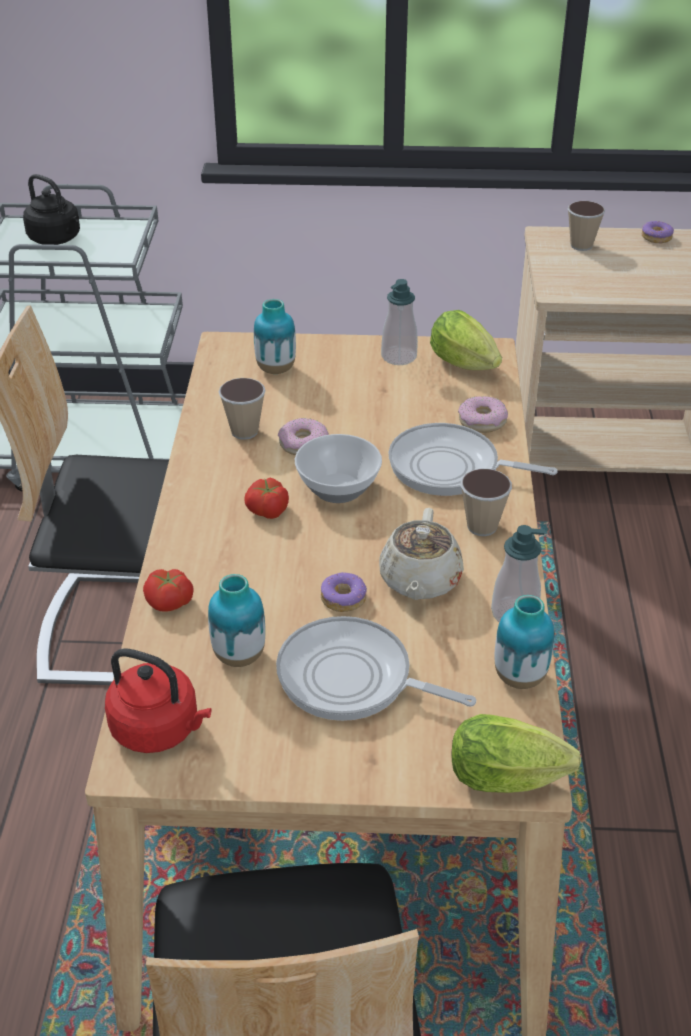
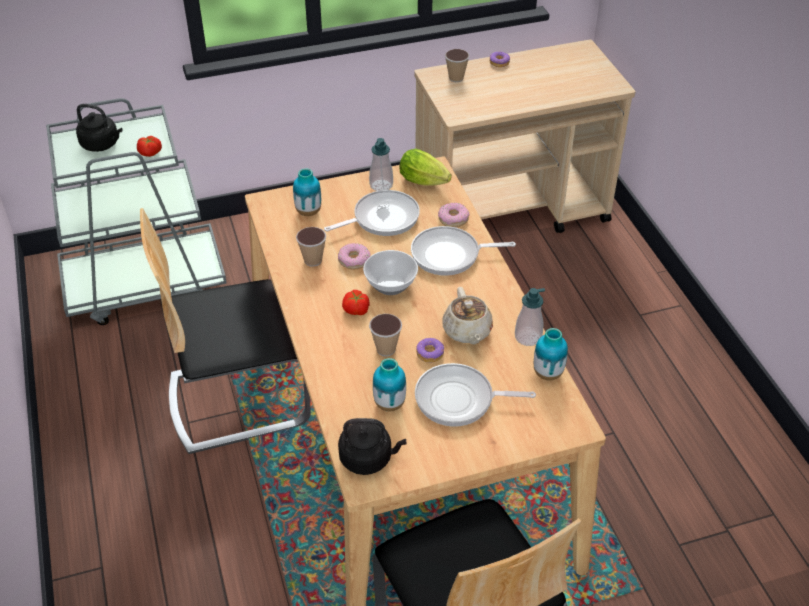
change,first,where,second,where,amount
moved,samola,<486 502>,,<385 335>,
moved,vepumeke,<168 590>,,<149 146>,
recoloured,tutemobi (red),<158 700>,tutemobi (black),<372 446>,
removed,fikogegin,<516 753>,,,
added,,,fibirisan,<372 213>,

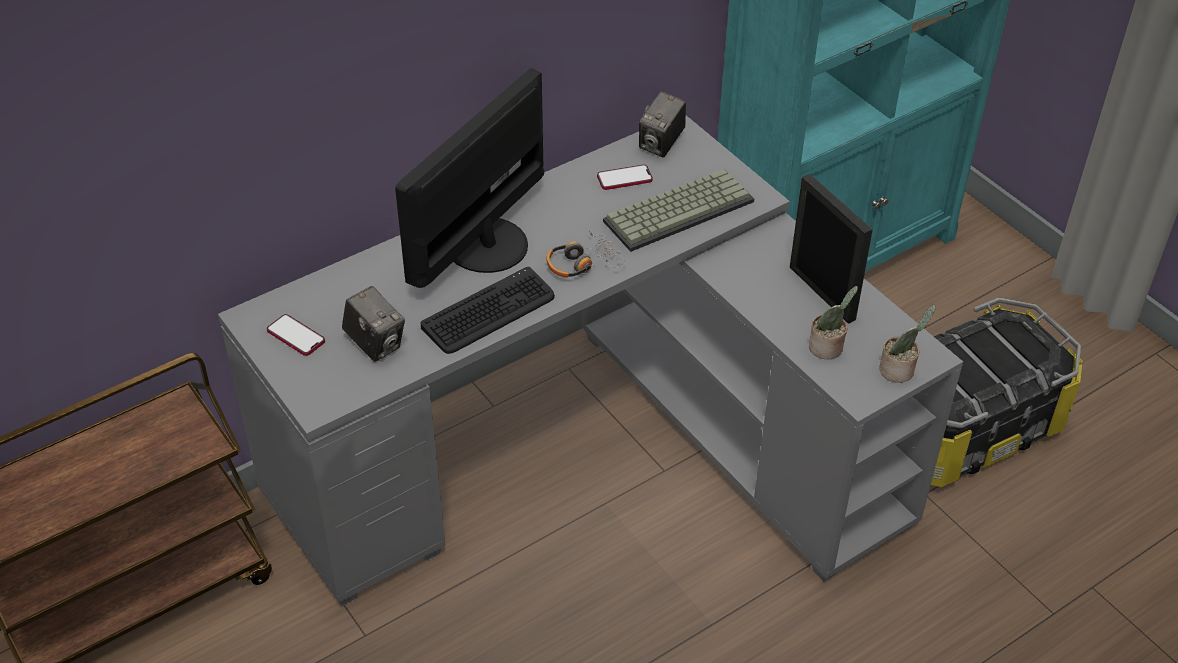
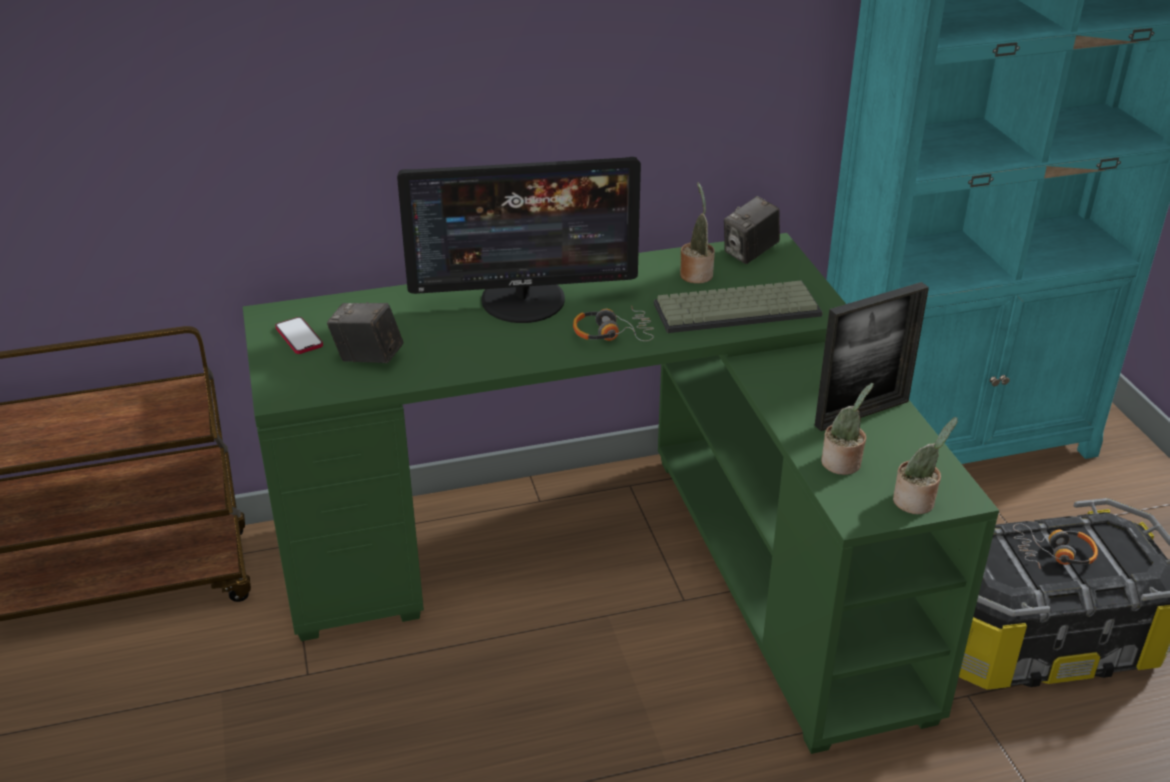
change,first,where,second,where,amount
turned,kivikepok,<469 178>,,<519 240>,150 degrees counterclockwise
recoloured,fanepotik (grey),<590 360>,fanepotik (green),<621 493>,
replaced,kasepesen,<625 177>,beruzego,<697 233>,
turned,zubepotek,<831 249>,,<871 356>,75 degrees clockwise
removed,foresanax,<488 310>,,,
turned,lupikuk,<373 324>,,<365 333>,135 degrees clockwise
added,,,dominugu,<1055 546>,

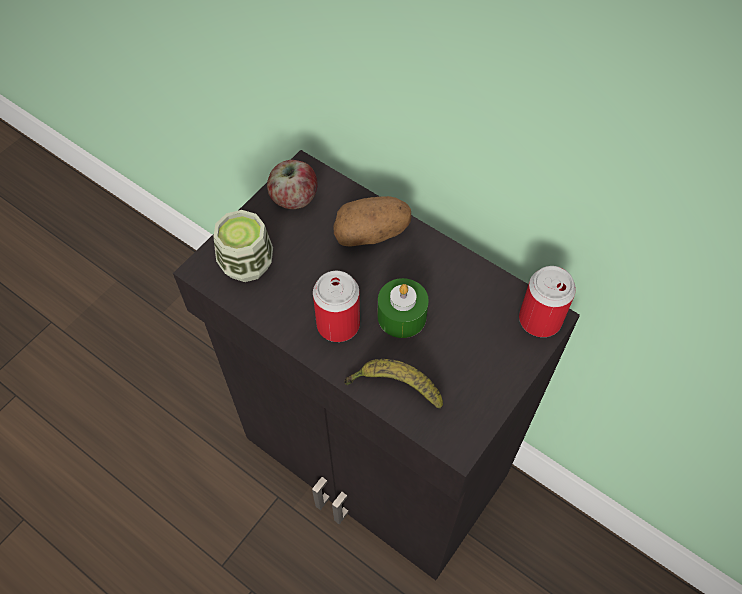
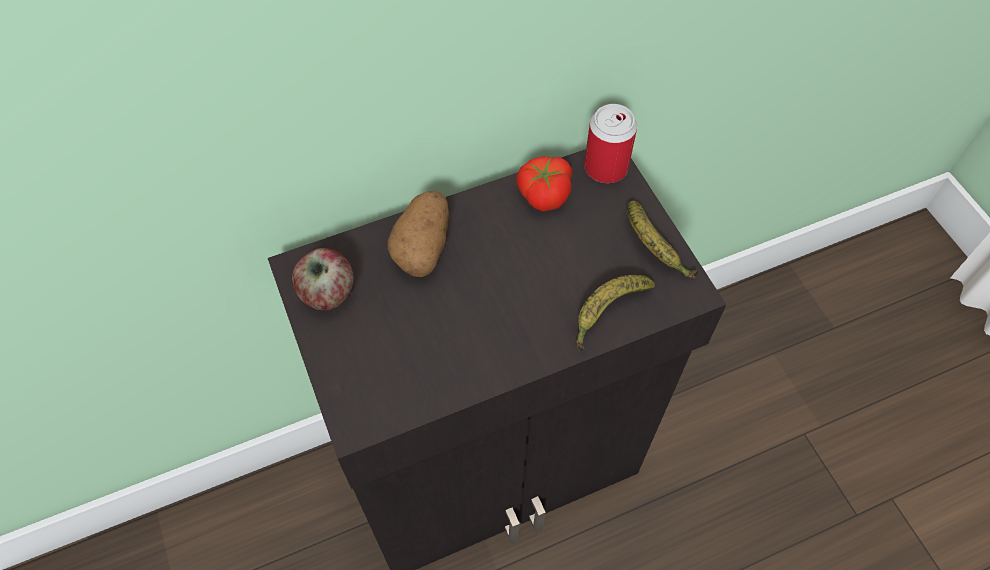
change,first,where,second,where,amount
removed,samola,<243 246>,,,
removed,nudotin,<336 306>,,,
removed,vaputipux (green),<403 308>,,,
added,,,vepumeke,<544 184>,
added,,,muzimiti,<662 239>,

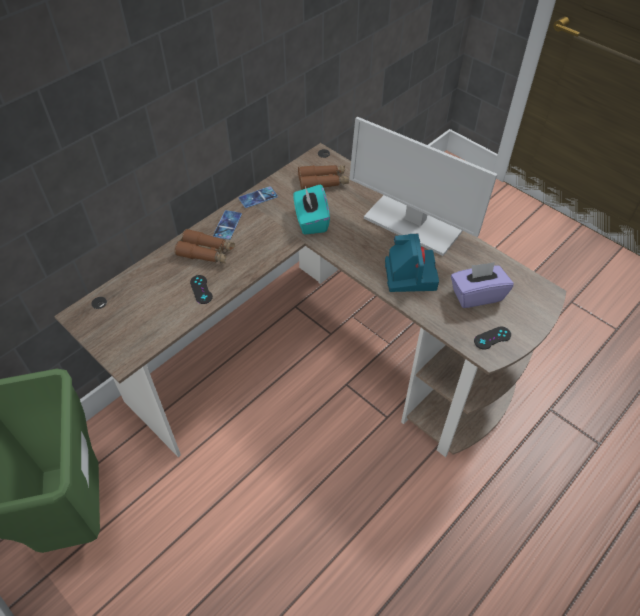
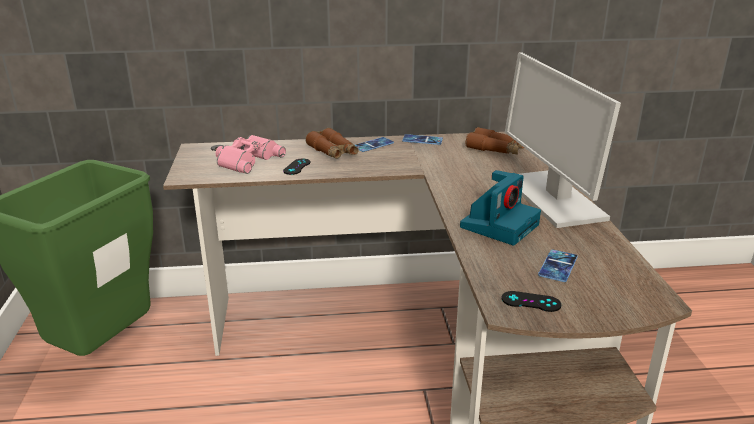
change,first,where,second,where,amount
removed,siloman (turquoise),<312 209>,,,
replaced,siloman (purple),<482 285>,kasepesen,<558 265>,
added,,,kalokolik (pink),<250 154>,

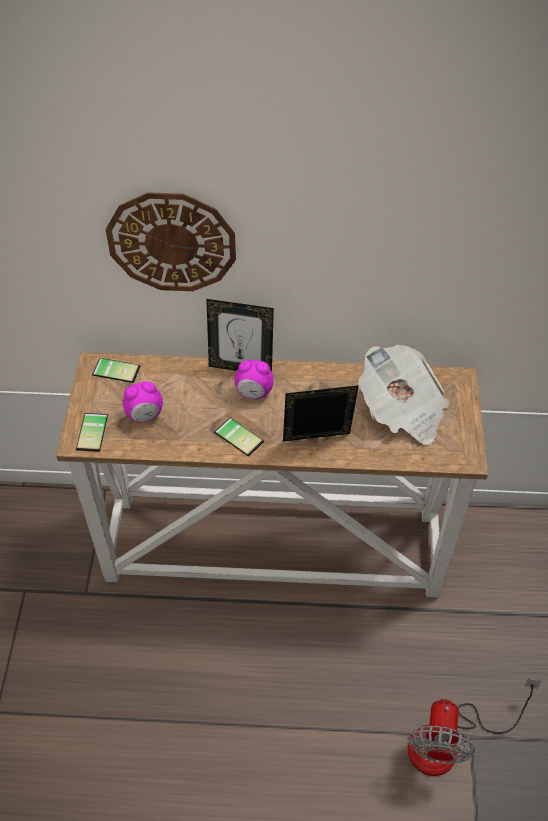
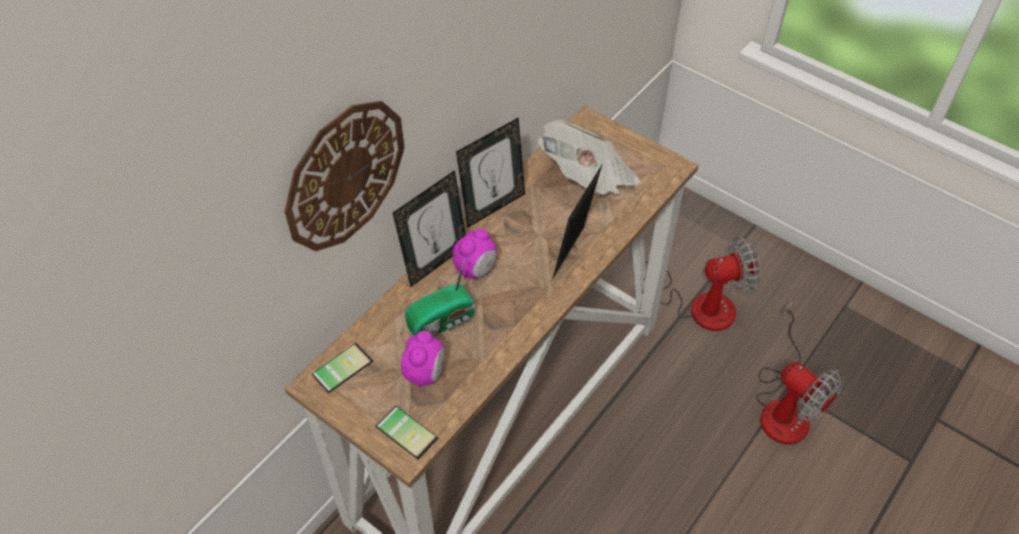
change,first,where,second,where,amount
removed,kasepesen,<239 437>,,,
added,,,zubepotek,<490 172>,
added,,,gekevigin,<695 284>,
added,,,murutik,<440 297>,

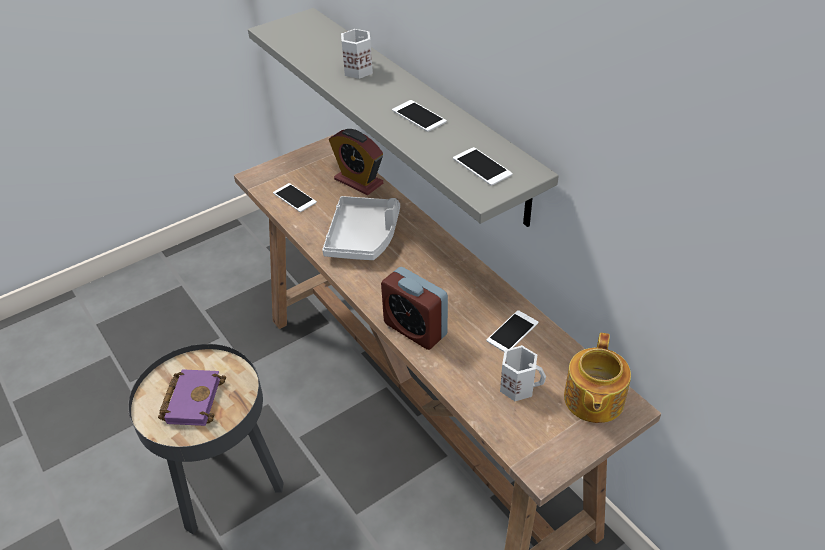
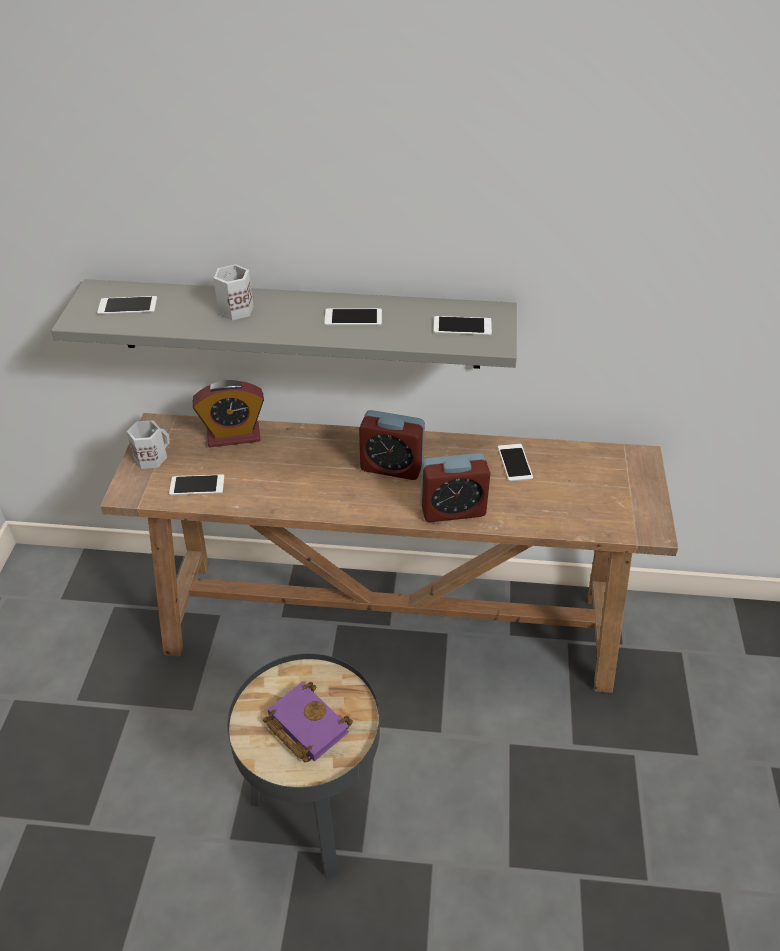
change,first,where,second,where,amount
removed,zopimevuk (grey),<361 228>,,,
removed,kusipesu,<597 378>,,,
moved,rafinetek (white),<523 373>,,<148 444>,
added,,,kasepesen,<127 305>,
added,,,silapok,<392 445>,

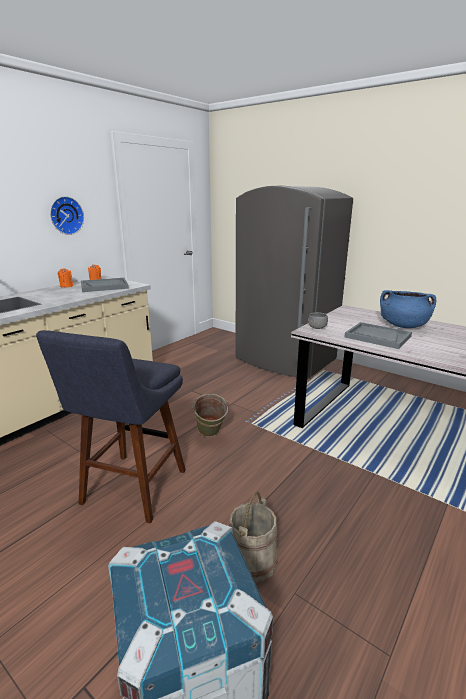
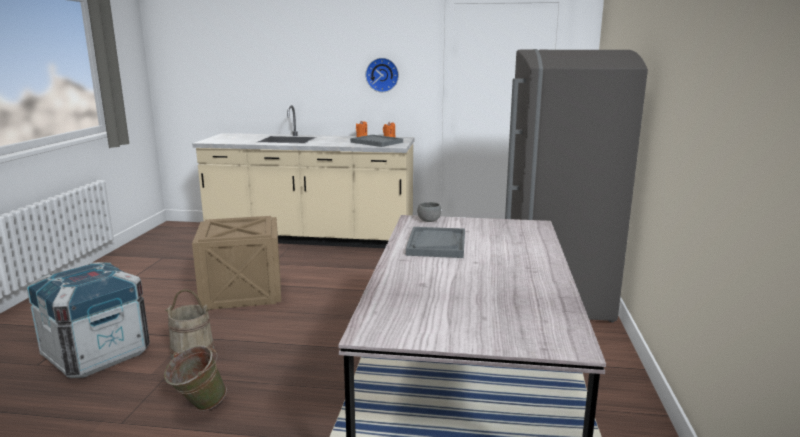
change,first,where,second,where,amount
removed,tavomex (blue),<408 309>,,,
replaced,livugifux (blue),<111 427>,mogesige,<236 263>,
moved,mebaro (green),<210 415>,,<195 378>,

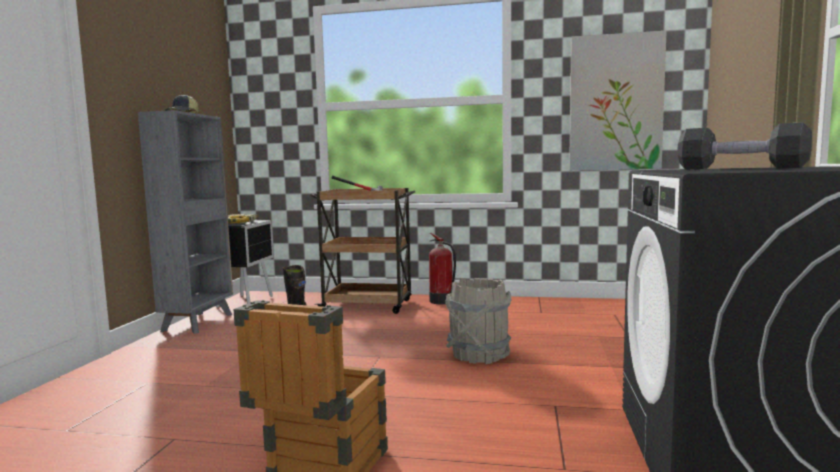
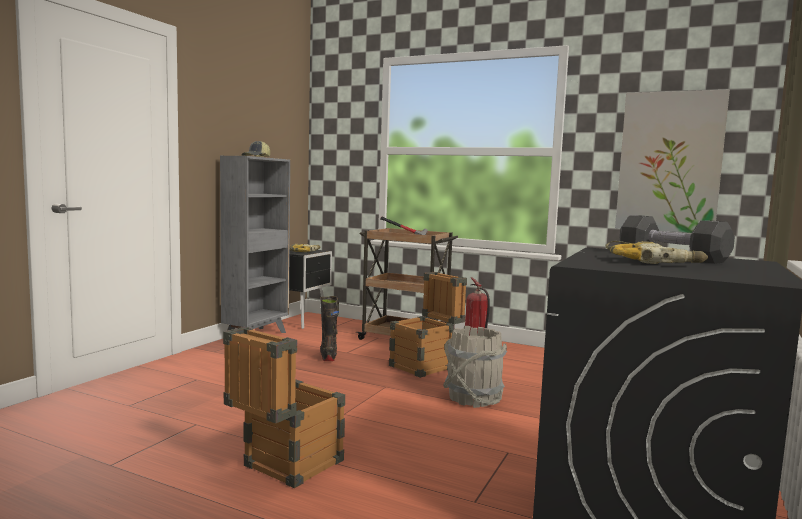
change,first,where,second,where,amount
added,,,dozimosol,<656 252>,
added,,,mogesige,<428 325>,

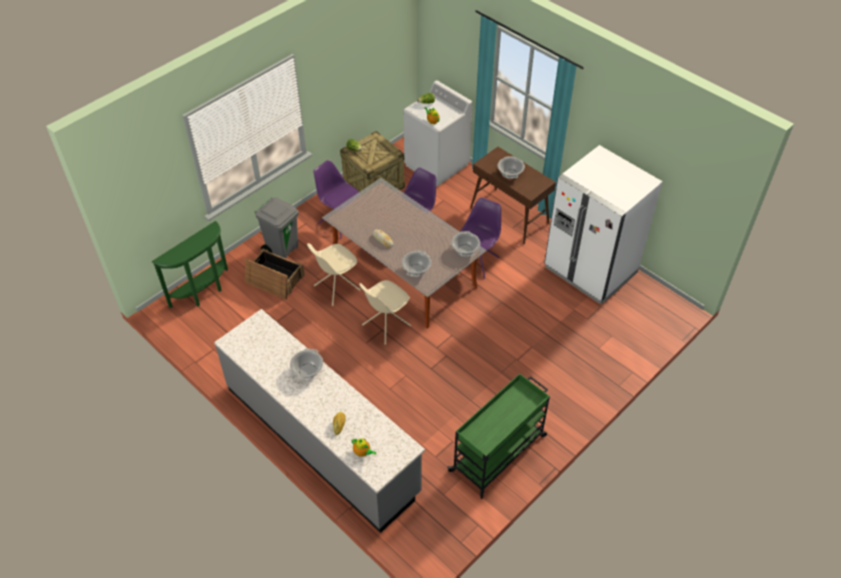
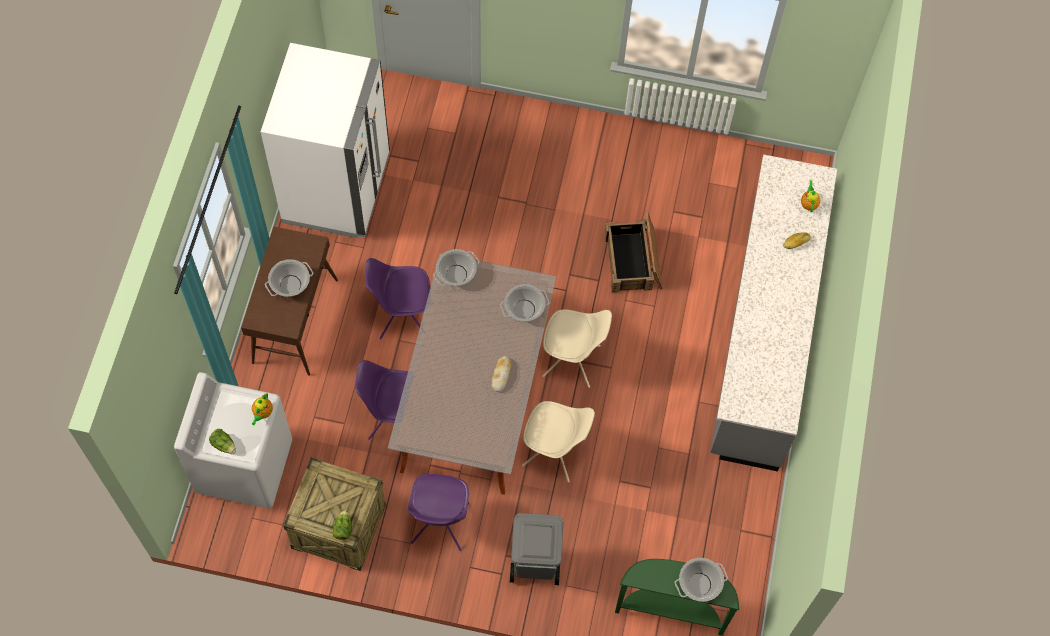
change,first,where,second,where,amount
moved,mogesige,<275 274>,,<633 252>,
moved,tavomex,<306 364>,,<701 580>,
removed,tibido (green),<498 436>,,,

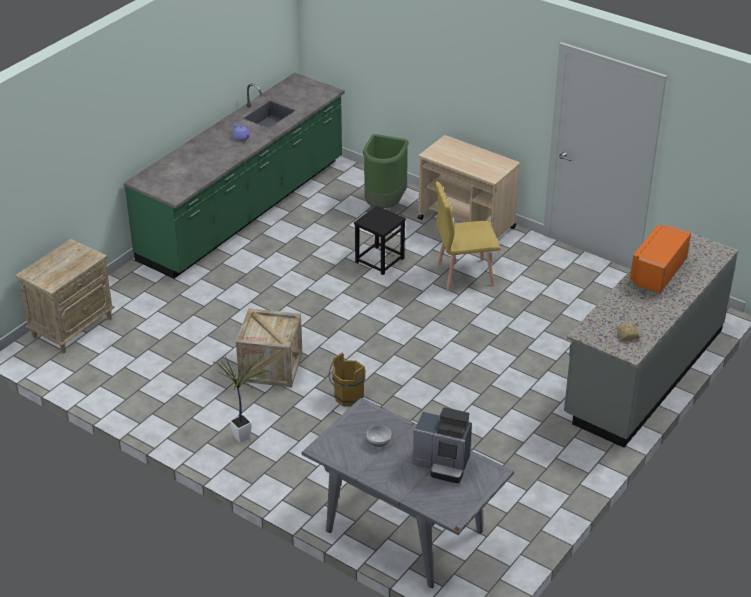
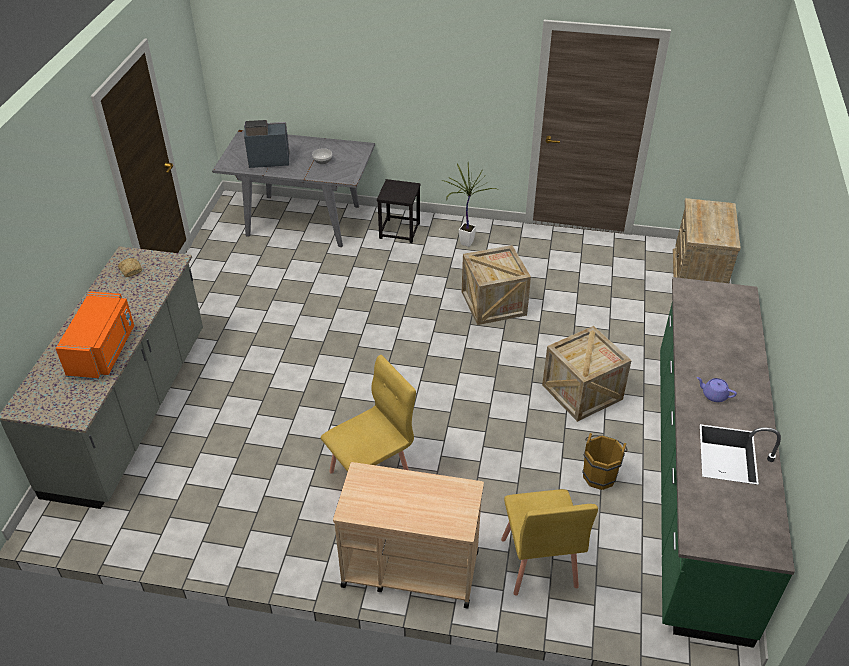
change,first,where,second,where,amount
replaced,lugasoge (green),<386 171>,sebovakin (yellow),<549 542>,
moved,livugifux (black),<380 240>,,<399 211>,
moved,mebaro (brown),<347 380>,,<604 461>,
added,,,mogesige,<587 374>,

